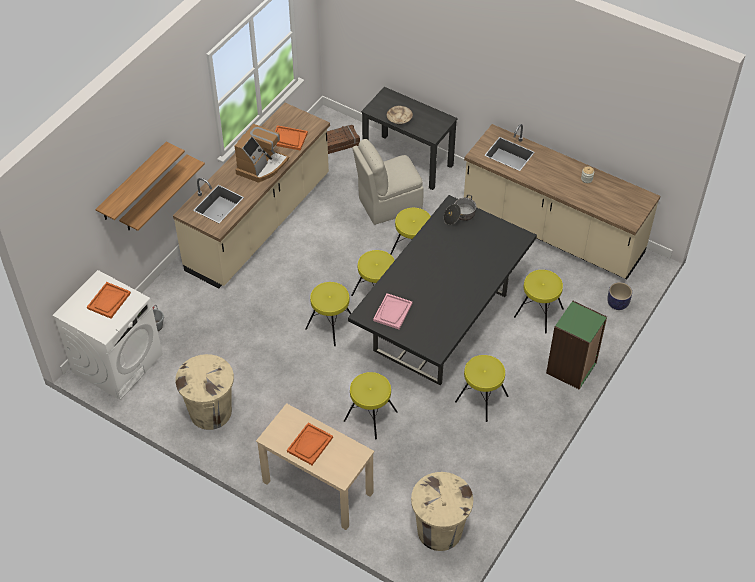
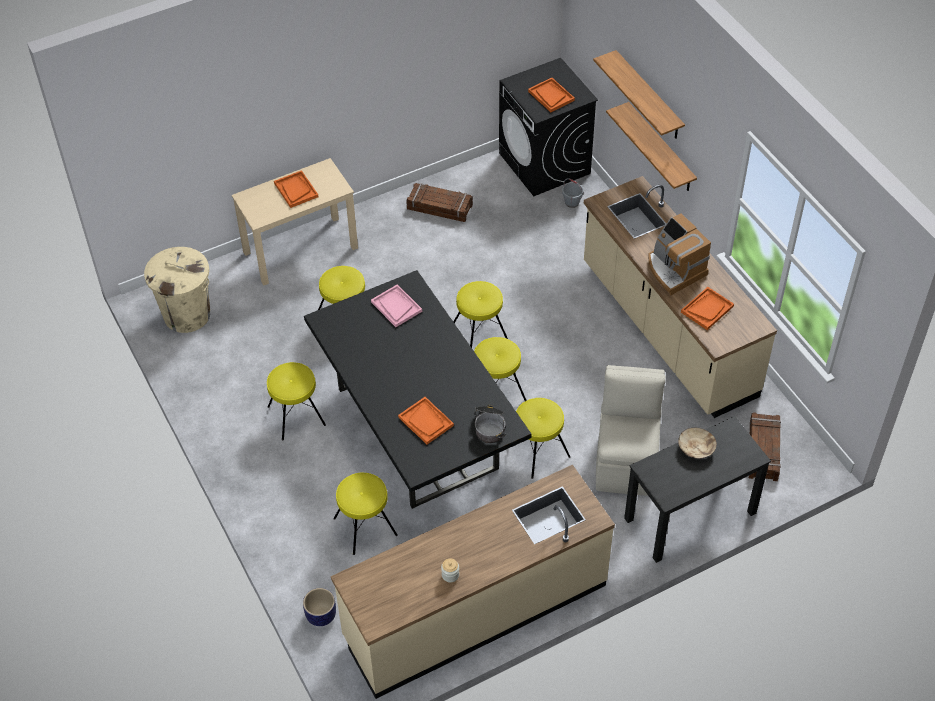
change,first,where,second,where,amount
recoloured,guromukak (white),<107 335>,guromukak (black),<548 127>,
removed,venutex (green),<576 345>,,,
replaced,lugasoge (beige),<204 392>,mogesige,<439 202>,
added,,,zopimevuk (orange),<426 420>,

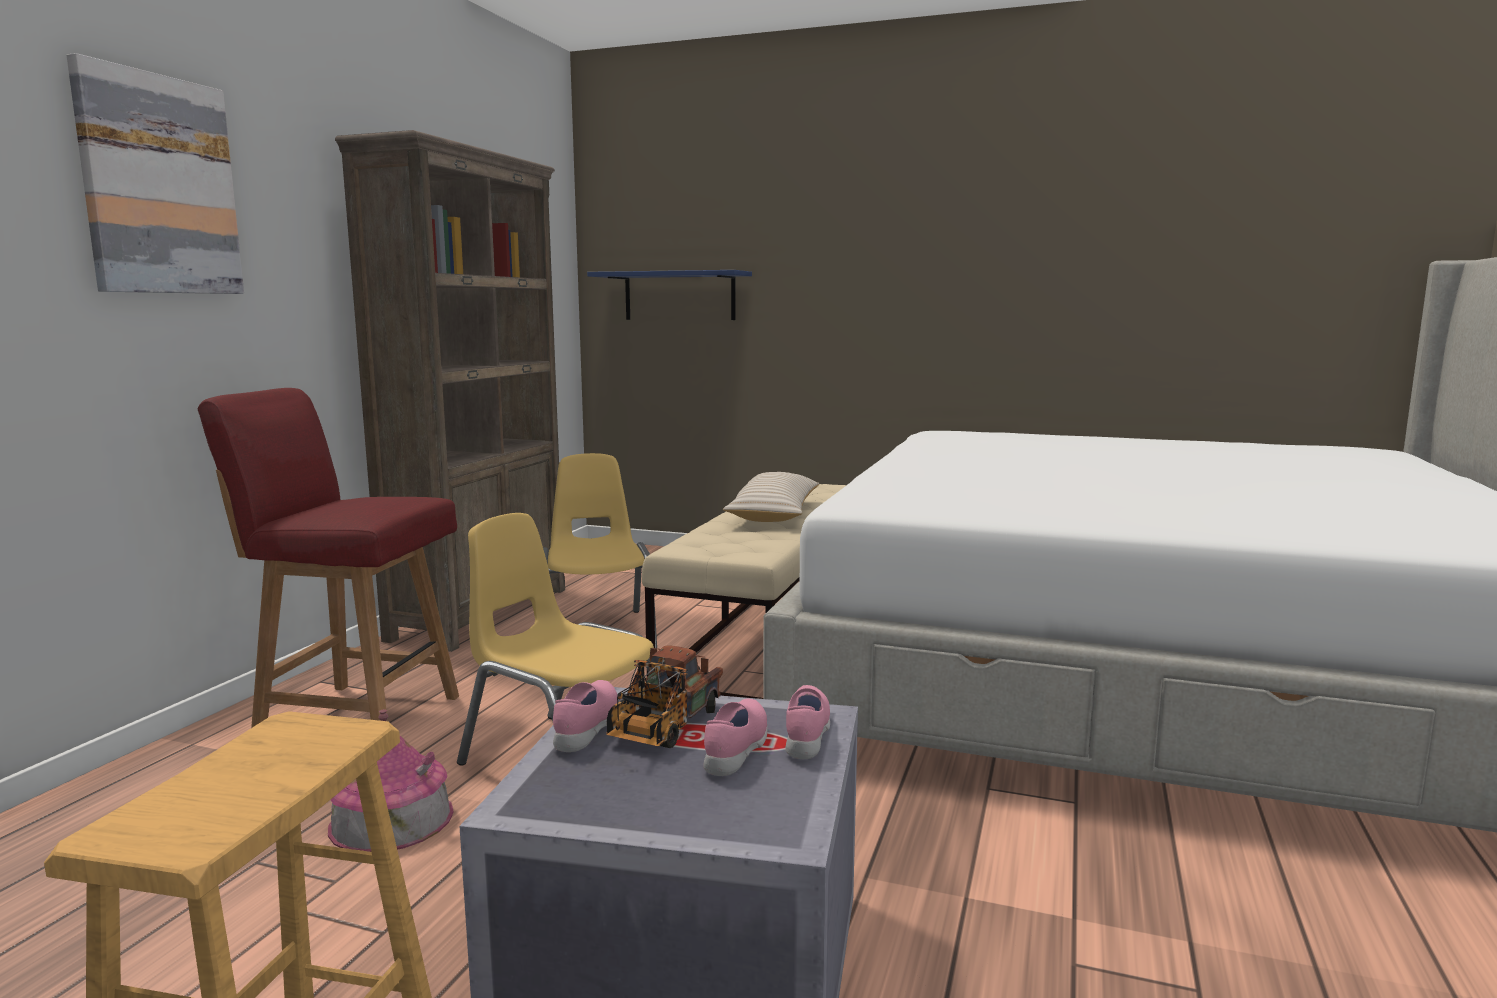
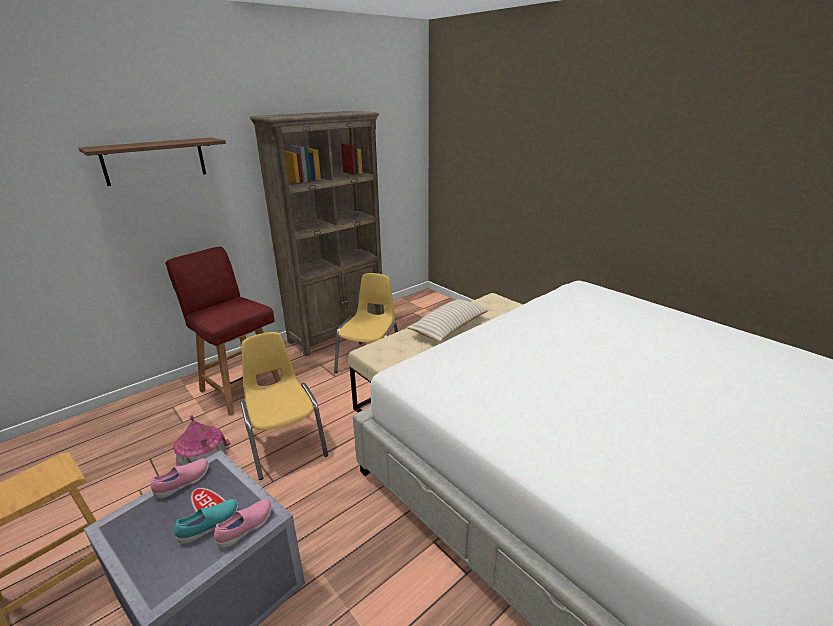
change,first,where,second,where,amount
replaced,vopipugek,<155 173>,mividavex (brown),<152 161>,
removed,mividavex (blue),<669 295>,,,
removed,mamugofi,<664 696>,,,
recoloured,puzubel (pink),<735 737>,puzubel (turquoise),<206 521>,

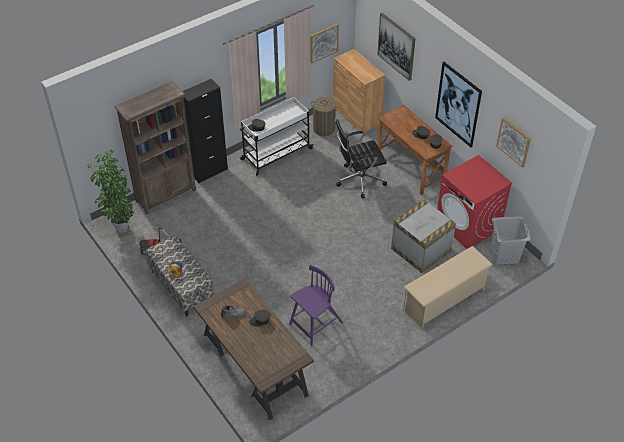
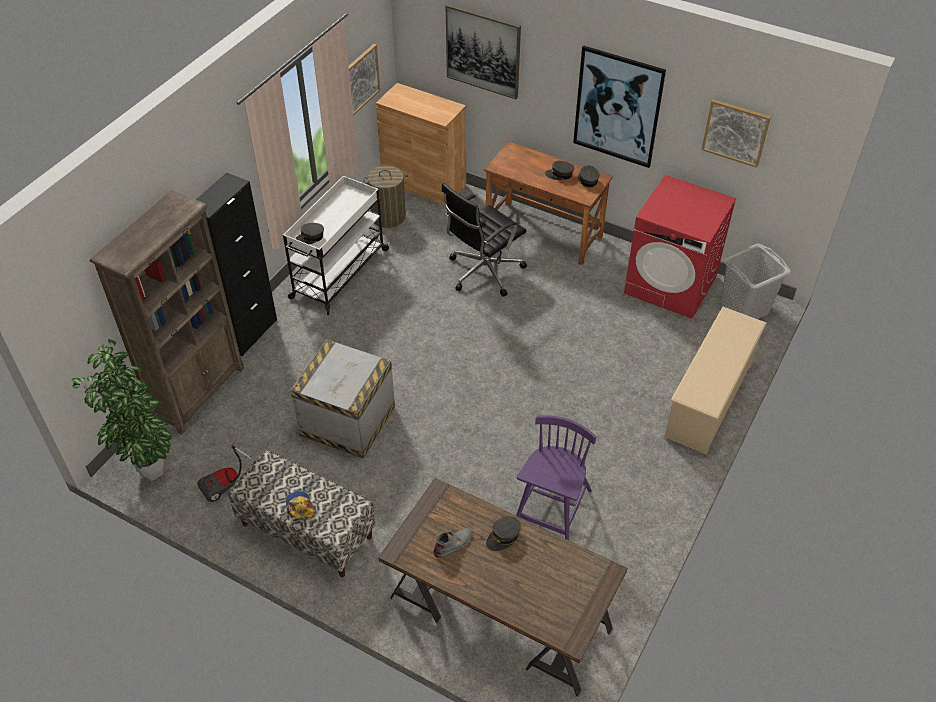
change,first,where,second,where,amount
moved,mogesige,<423 236>,,<343 398>,

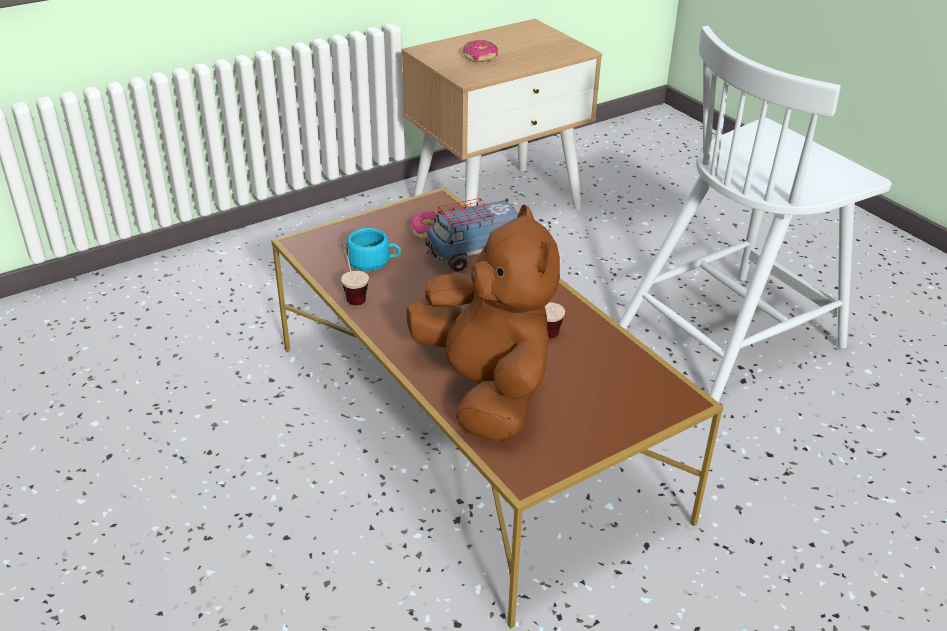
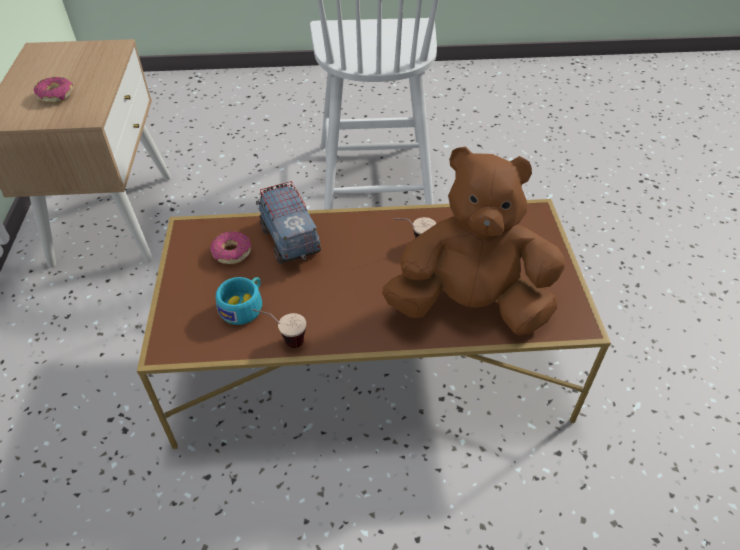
change,first,where,second,where,amount
turned,mamugofi,<471 235>,,<288 222>,150 degrees clockwise

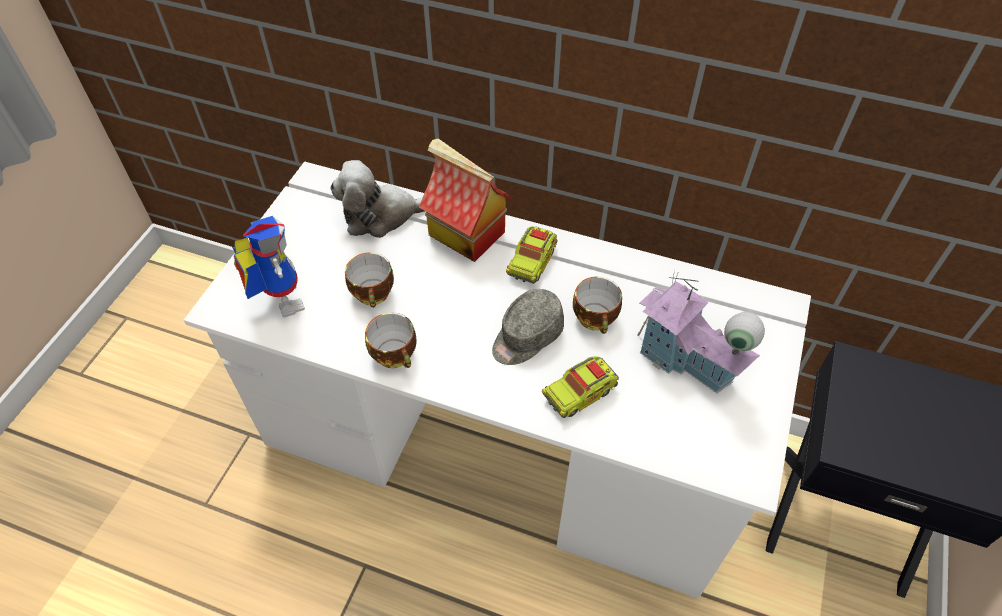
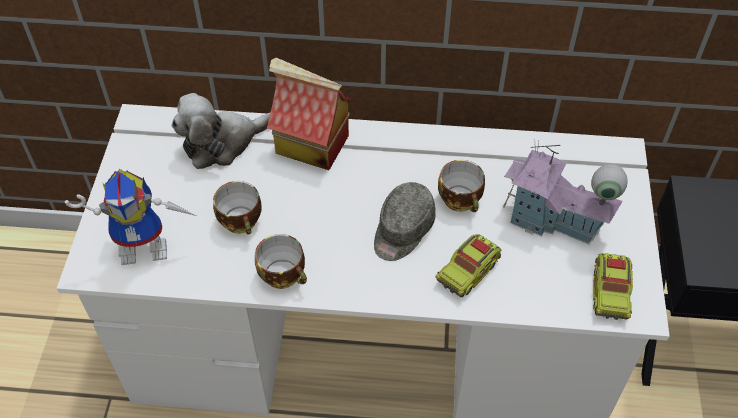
change,first,where,second,where,amount
turned,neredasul,<268 267>,,<131 217>,120 degrees clockwise
moved,mamugofi,<532 255>,,<613 286>,

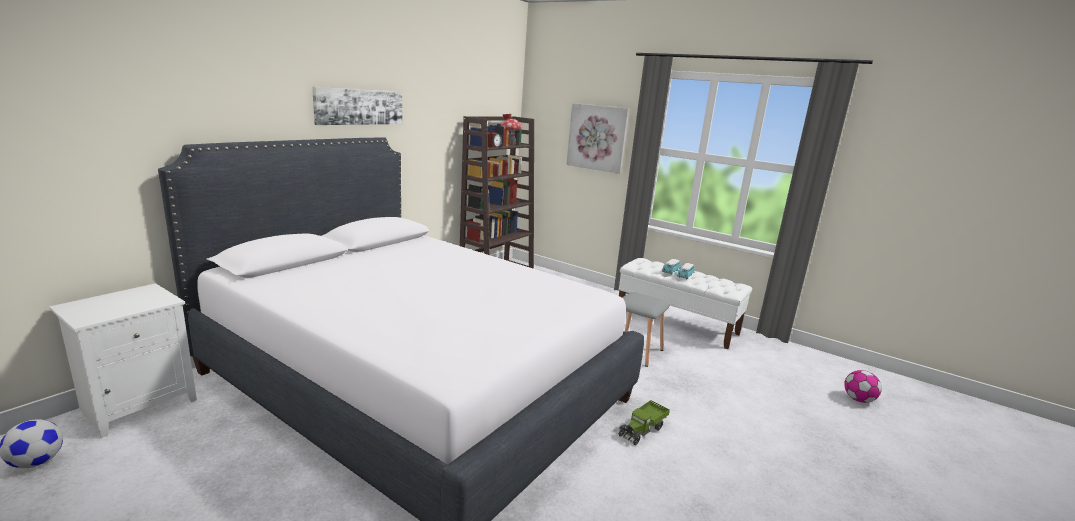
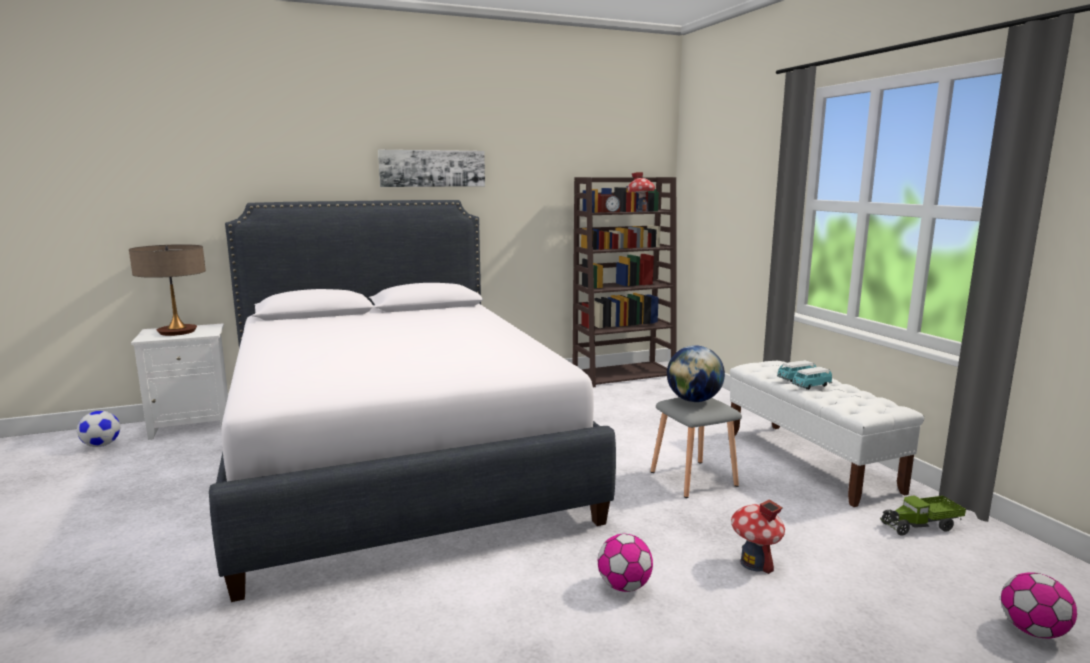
change,first,where,second,where,amount
removed,vopipugek,<598 138>,,,
moved,mamugofi,<644 422>,,<923 515>,
added,,,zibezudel,<167 290>,
added,,,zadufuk,<696 373>,
added,,,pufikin,<758 536>,
added,,,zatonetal,<625 563>,

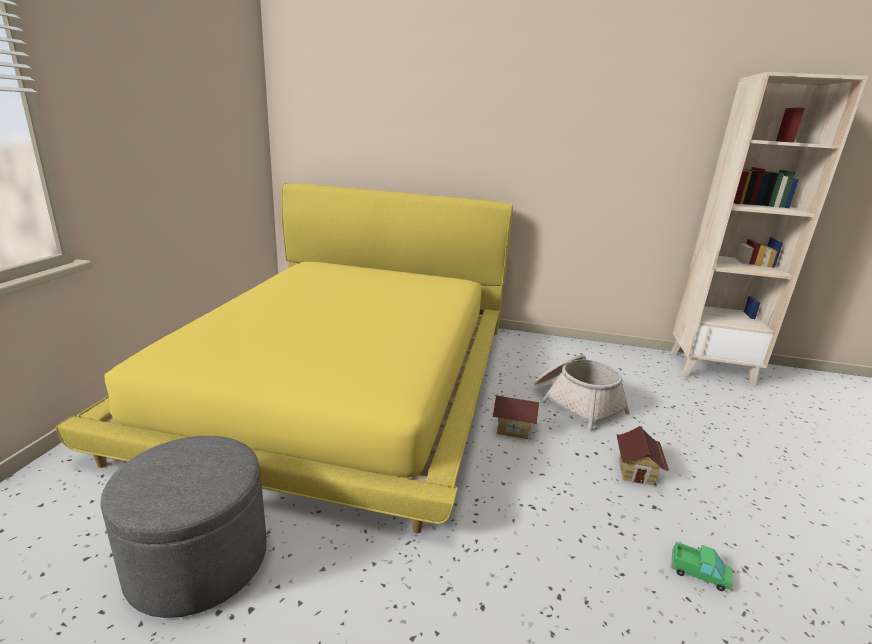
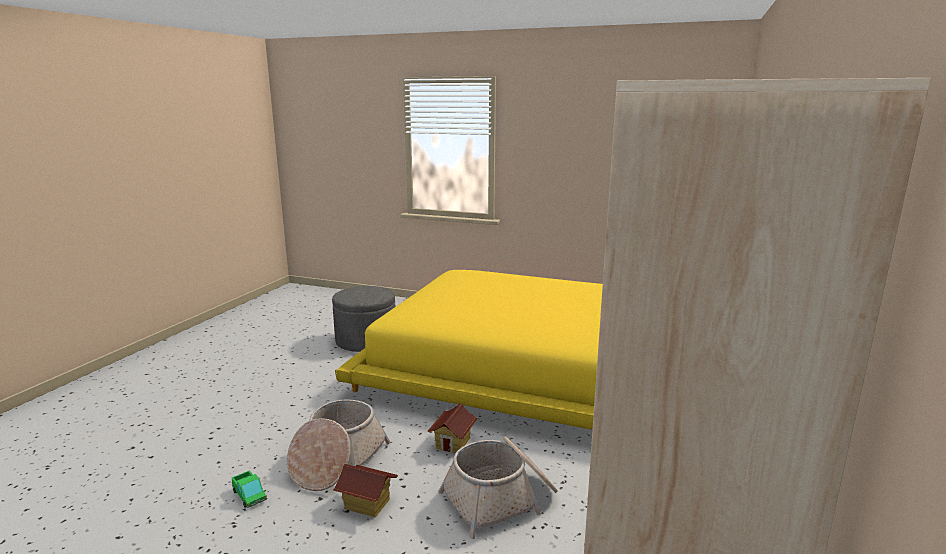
change,first,where,second,where,amount
turned,mamugofi,<702 566>,,<249 489>,75 degrees counterclockwise
added,,,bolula,<338 445>,

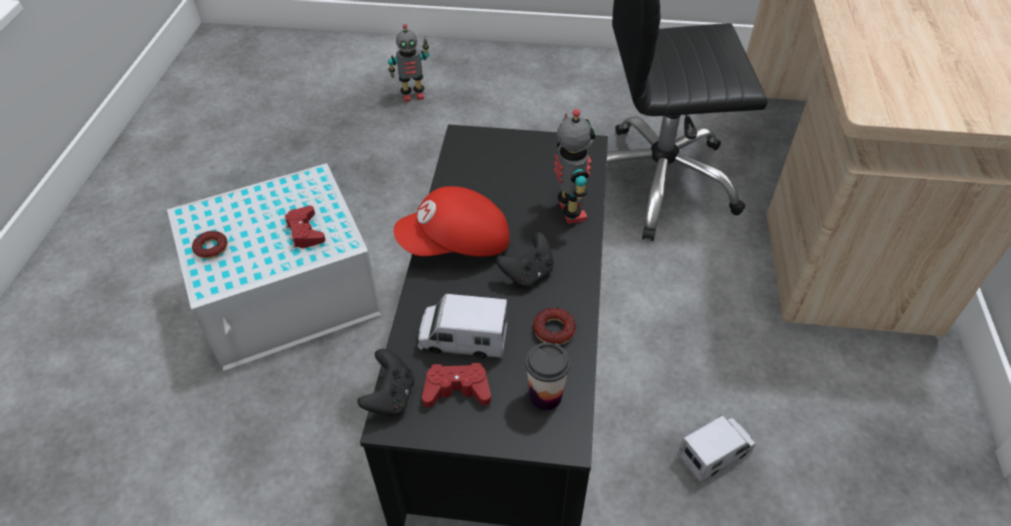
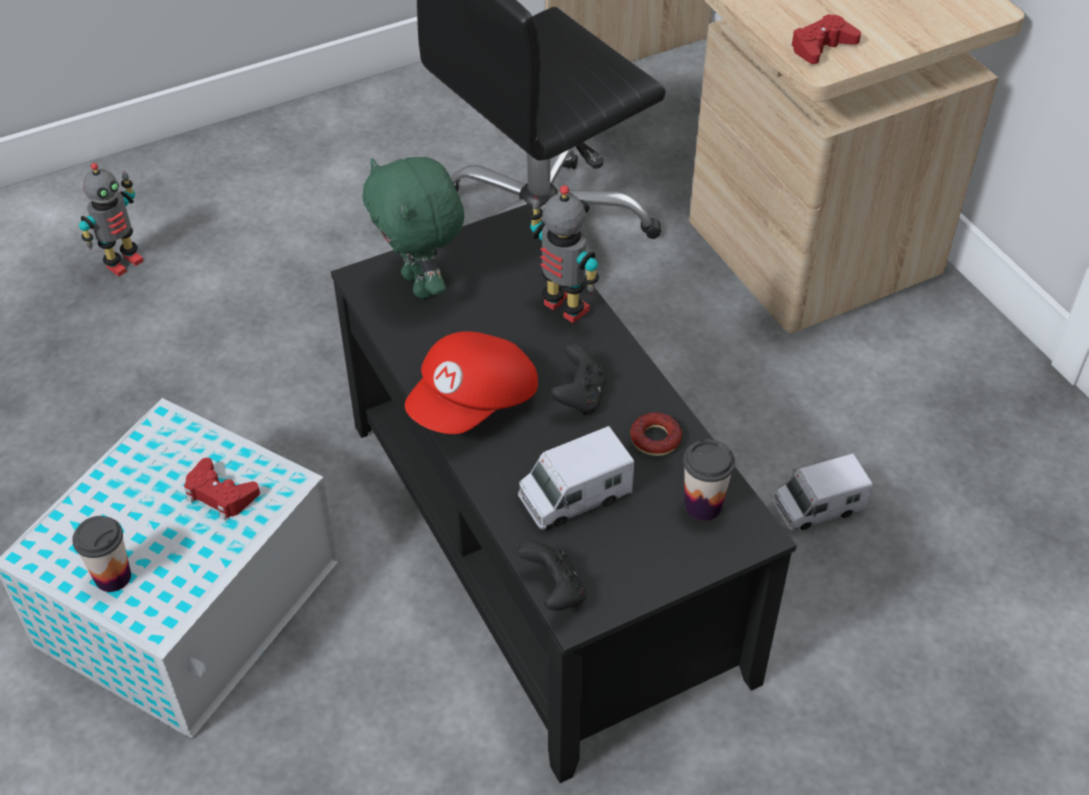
change,first,where,second,where,amount
replaced,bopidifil,<210 245>,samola,<101 554>,
moved,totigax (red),<456 385>,,<826 39>,
turned,mamugofi,<716 448>,,<823 492>,135 degrees counterclockwise
added,,,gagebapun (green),<413 228>,

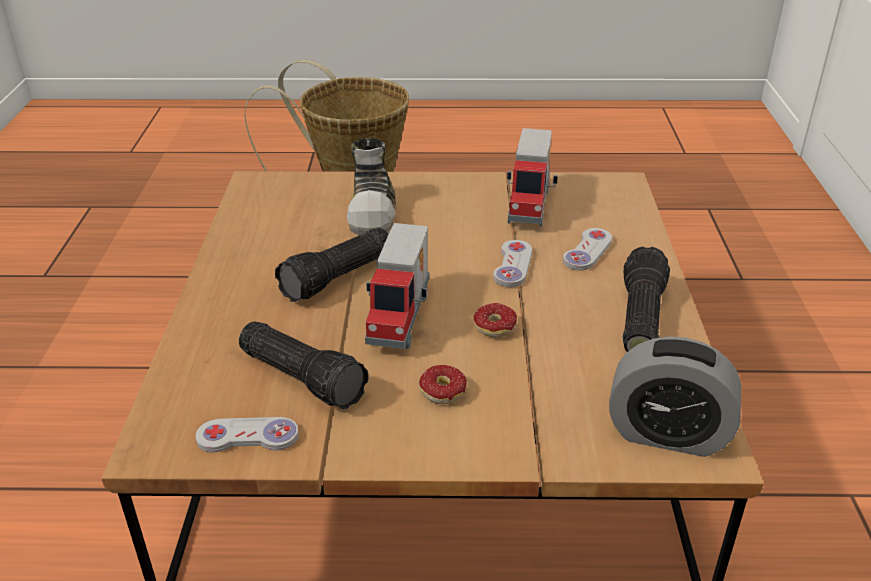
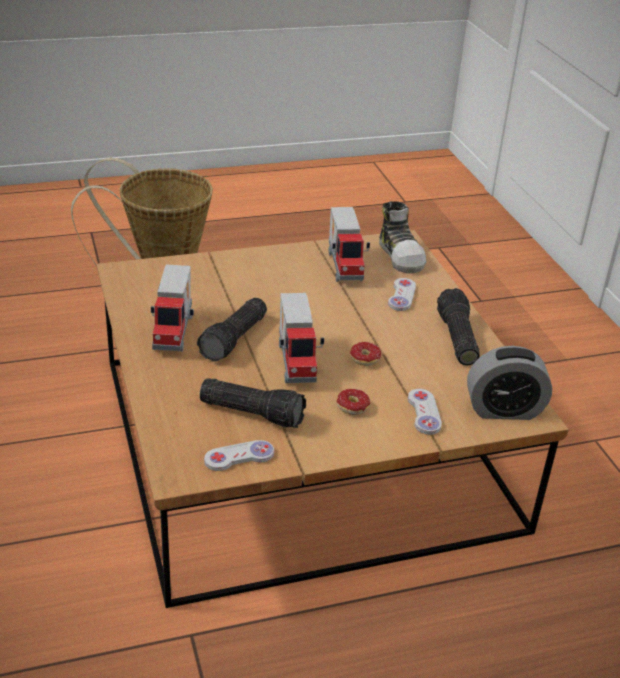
change,first,where,second,where,amount
moved,puzubel,<371 186>,,<402 237>,
moved,totigax (white),<512 263>,,<425 412>,
added,,,mamugofi,<172 308>,

